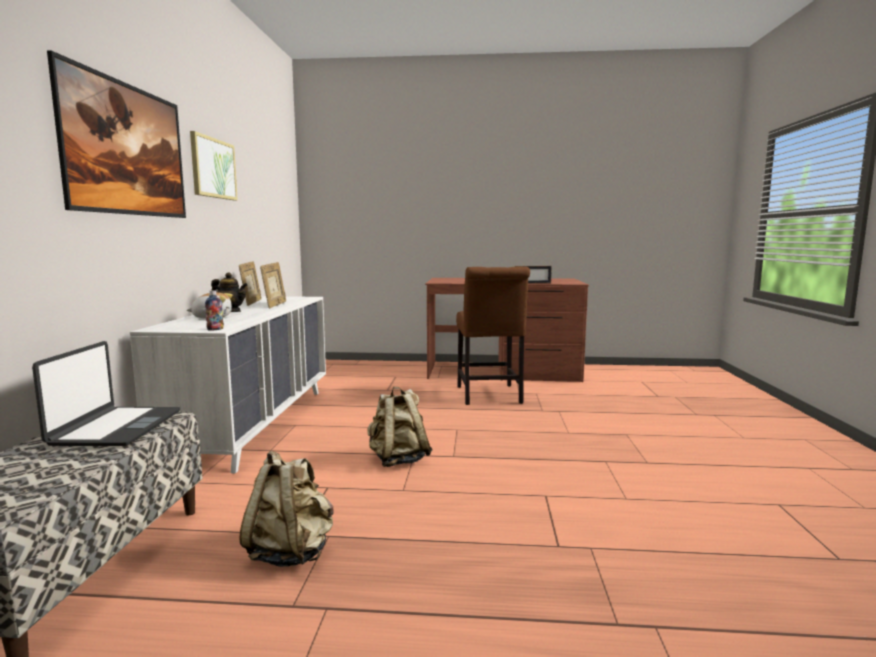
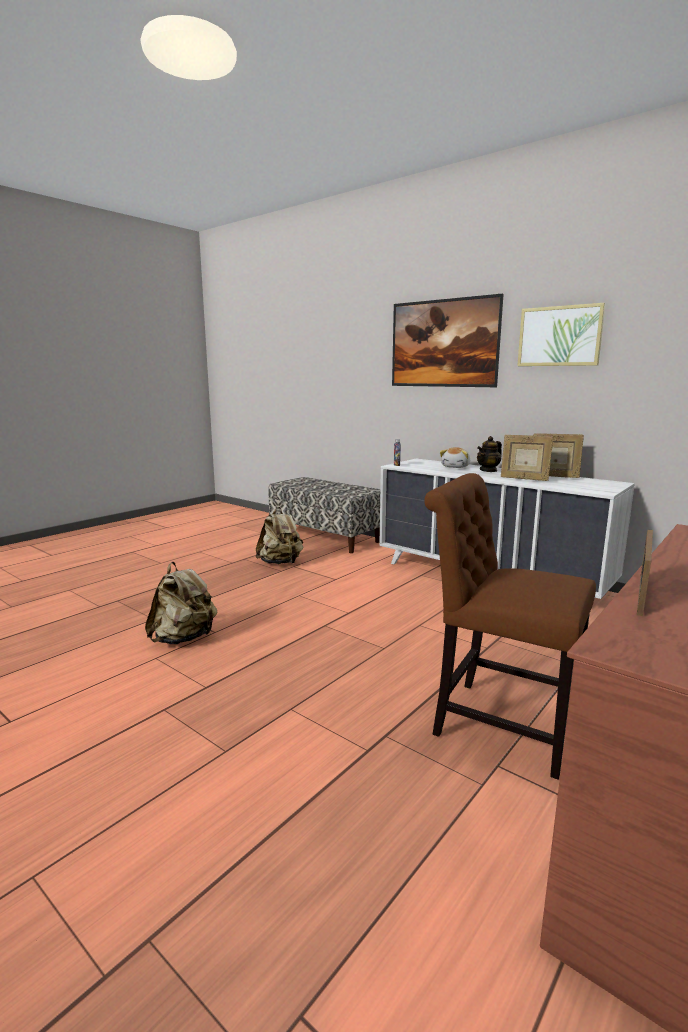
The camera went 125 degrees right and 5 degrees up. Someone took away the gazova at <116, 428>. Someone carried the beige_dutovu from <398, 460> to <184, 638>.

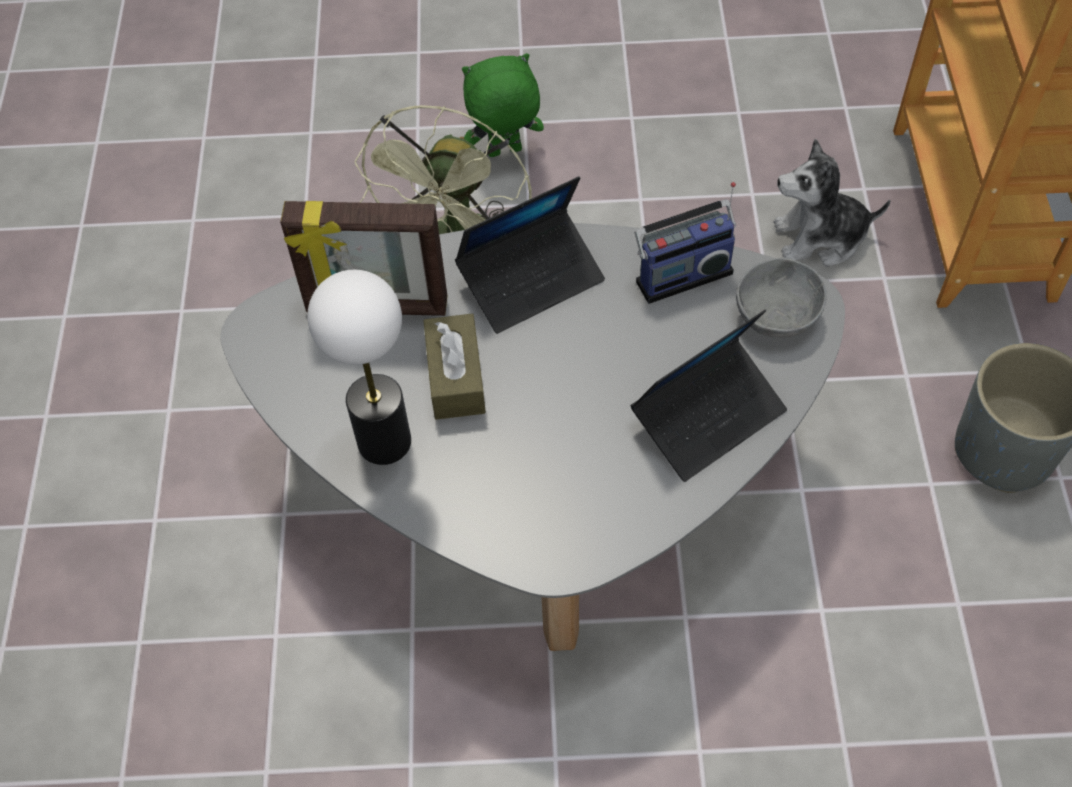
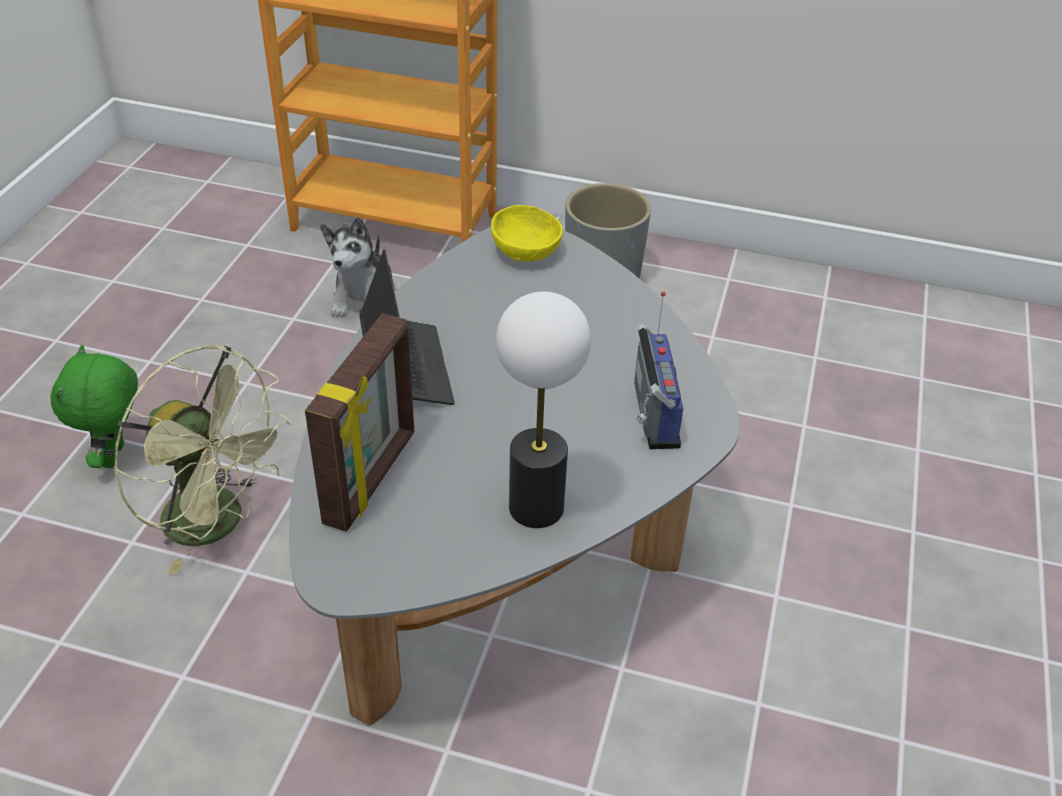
The camera went 75 degrees left and 15 degrees down. Someone took away the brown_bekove at <455, 377>. Someone took away the gazova at <708, 416>. Someone carried the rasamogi from <681, 274> to <651, 416>. Someone repainted the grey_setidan at <778, 316>, which became the yellow_setidan at <527, 251>.

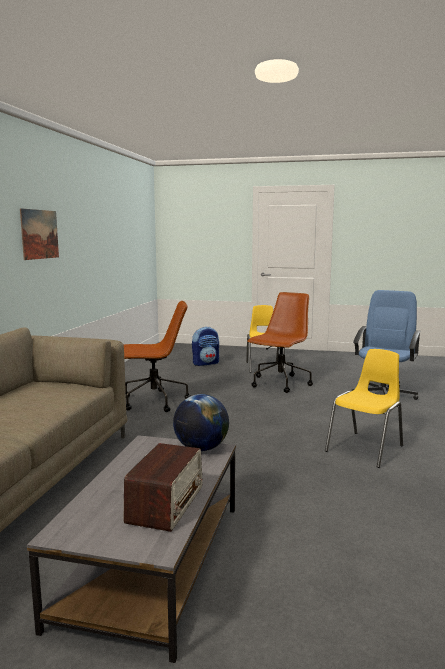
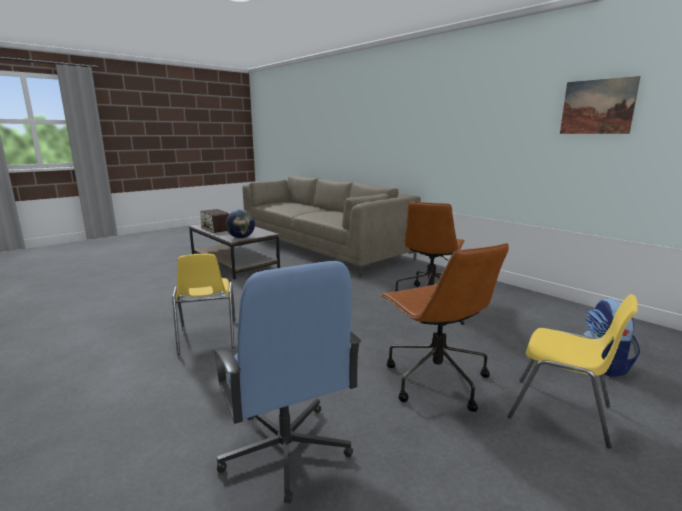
The camera went 125 degrees right and 5 degrees up. Someone carried the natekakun from <39, 234> to <597, 107>.

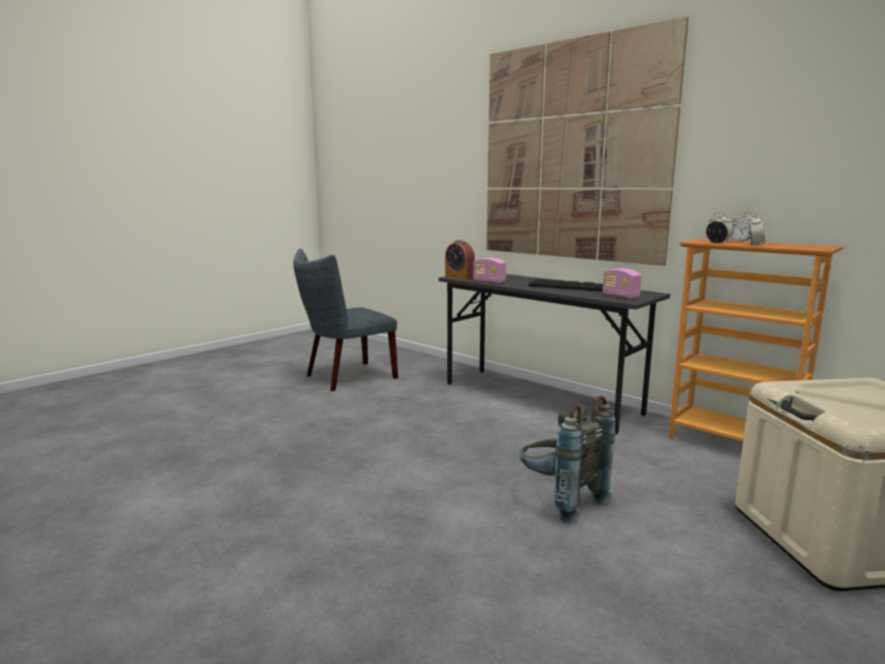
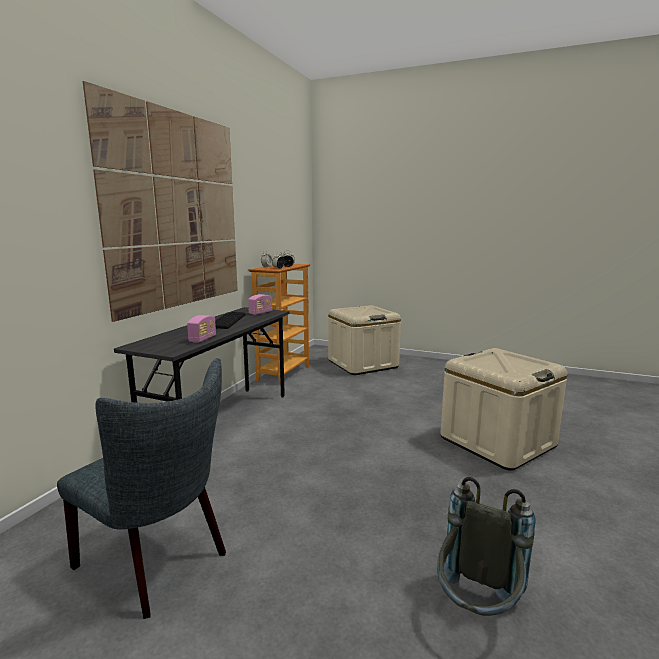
The camera went 110 degrees left and 0 degrees up. Someone took away the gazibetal at <459, 277>. Someone put down the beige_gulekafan at <497, 441>. Someone carried the grey_dutovu from <560, 500> to <476, 610>.

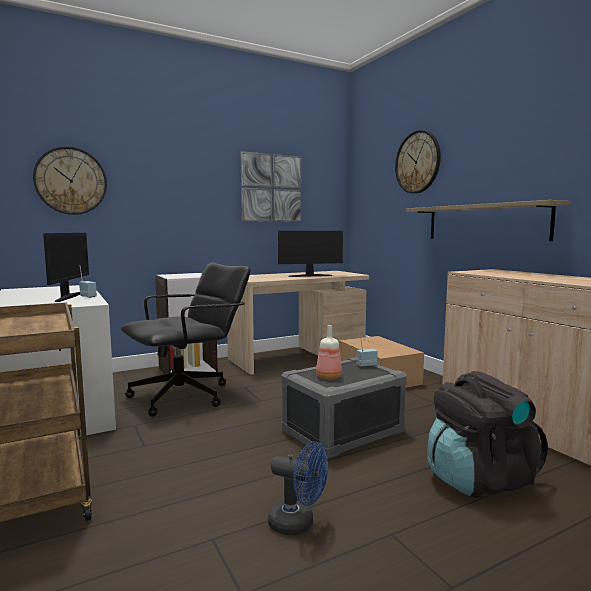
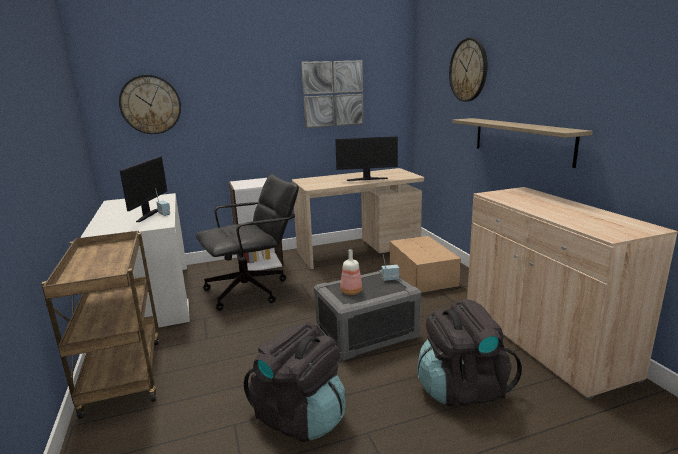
The camera went 10 degrees right and 10 degrees up. Someone swapped the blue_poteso at <298, 523> for the black_dutovu at <300, 417>.

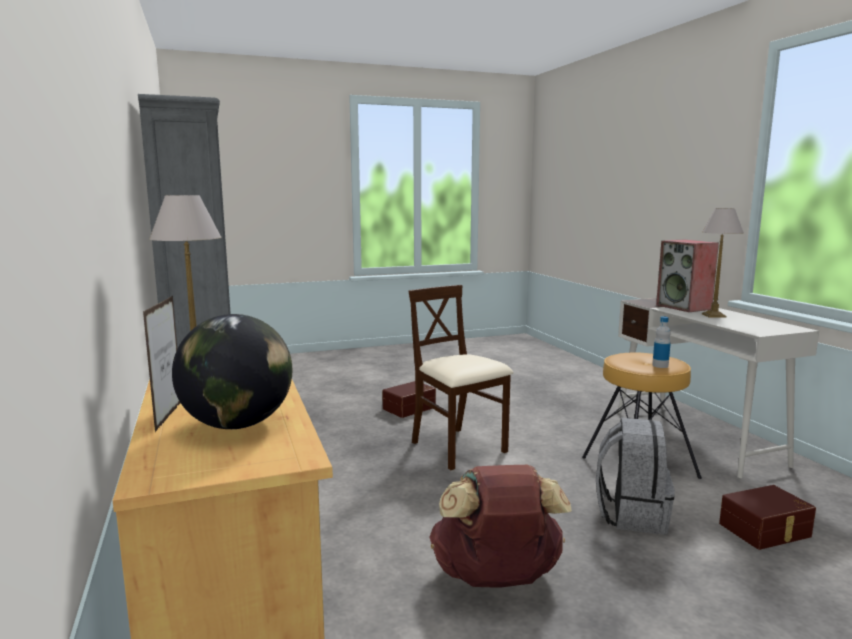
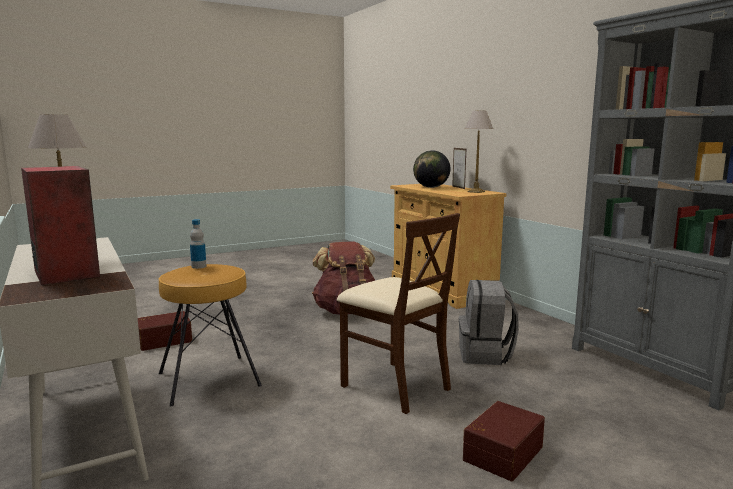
The camera went 170 degrees right and 0 degrees up. Someone carried the grey_dutovu from <631, 514> to <485, 355>.

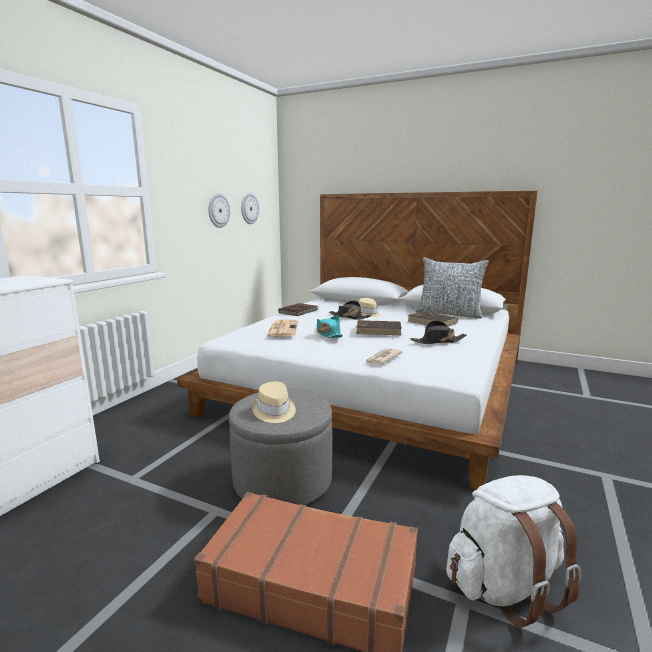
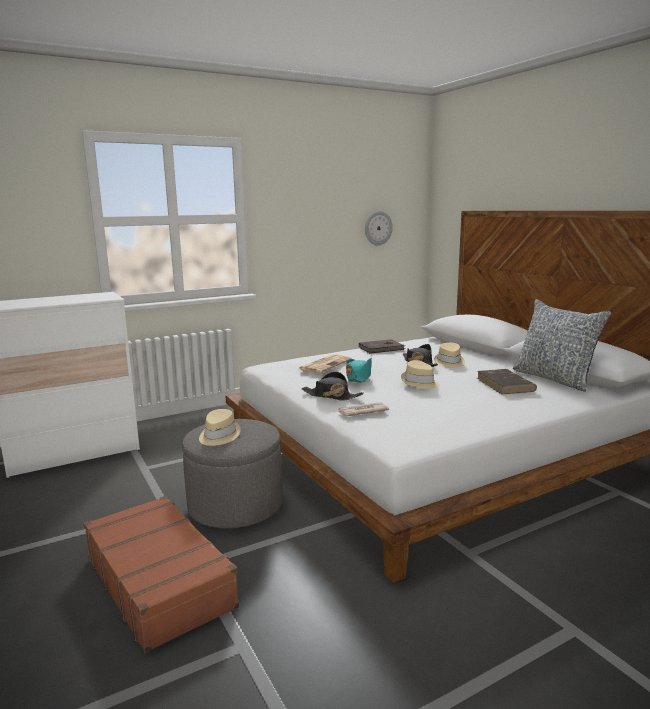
The camera went 35 degrees right and 0 degrees up. Someone took away the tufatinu at <218, 210>. Someone took away the white_dutovu at <505, 586>. Someone carried the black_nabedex from <438, 341> to <331, 396>. Someone swapped the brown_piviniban at <379, 330> for the beige_nabedex at <419, 383>.

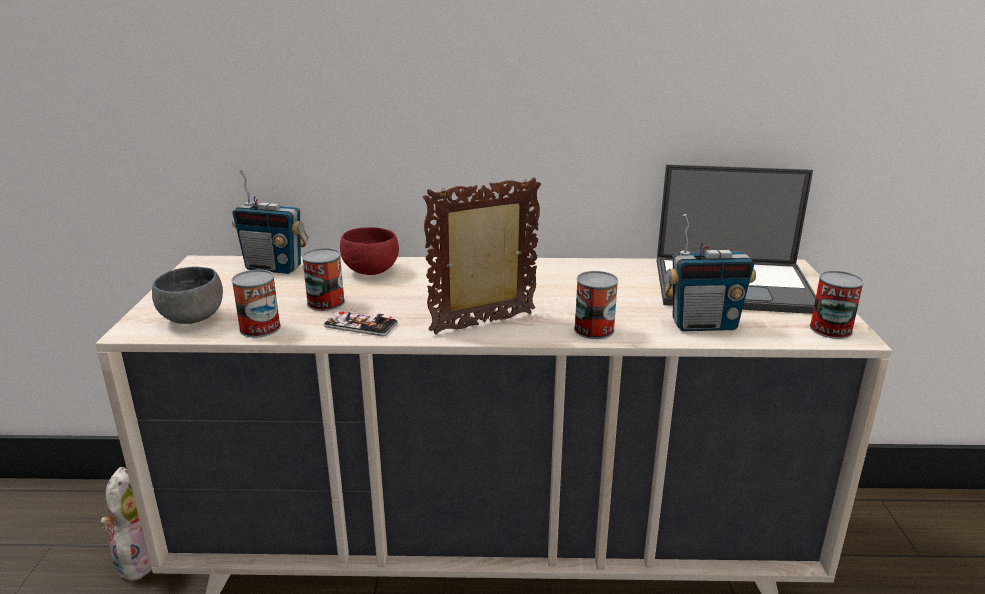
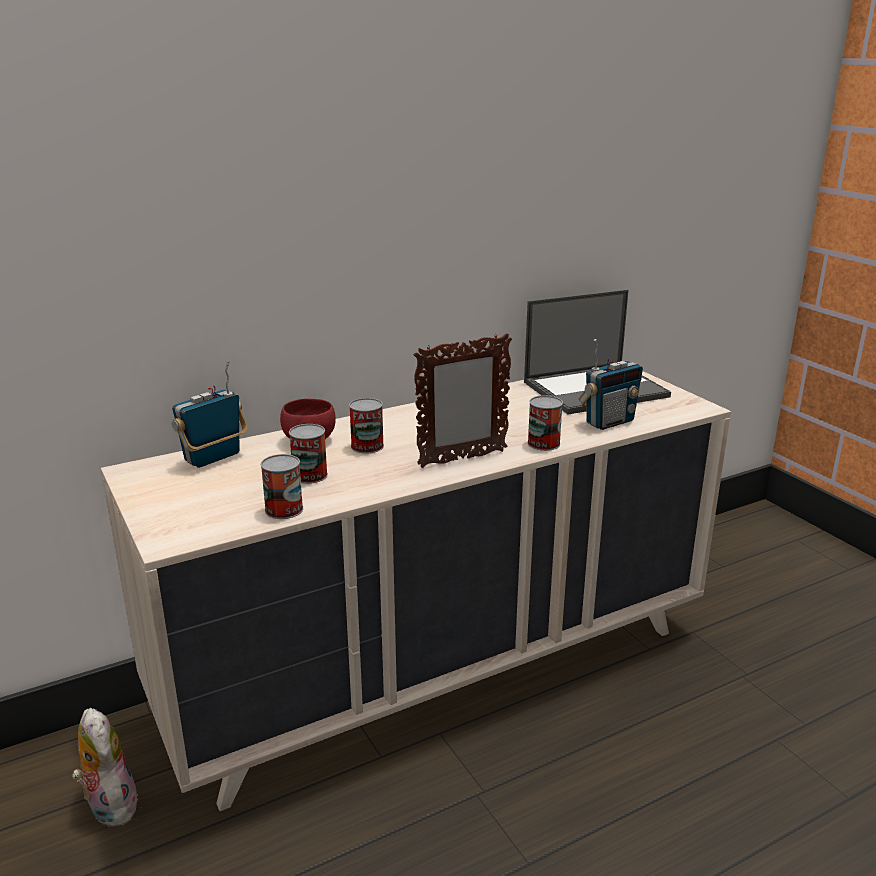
The camera went 30 degrees left and 0 degrees up. Someone took away the grey_setidan at <191, 319>. Someone took away the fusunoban at <361, 325>. Someone carried the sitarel from <830, 329> to <367, 446>. Someone rotated the rasamogi at <274, 267> by 150 degrees clockwise. Someone rotated the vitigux at <484, 324> by 150 degrees counterclockwise.

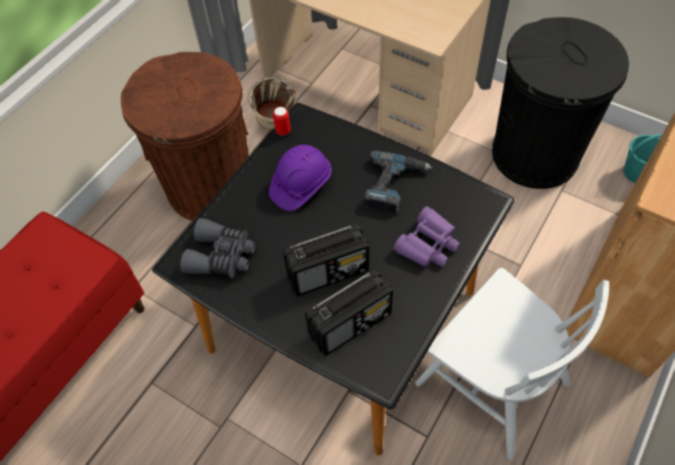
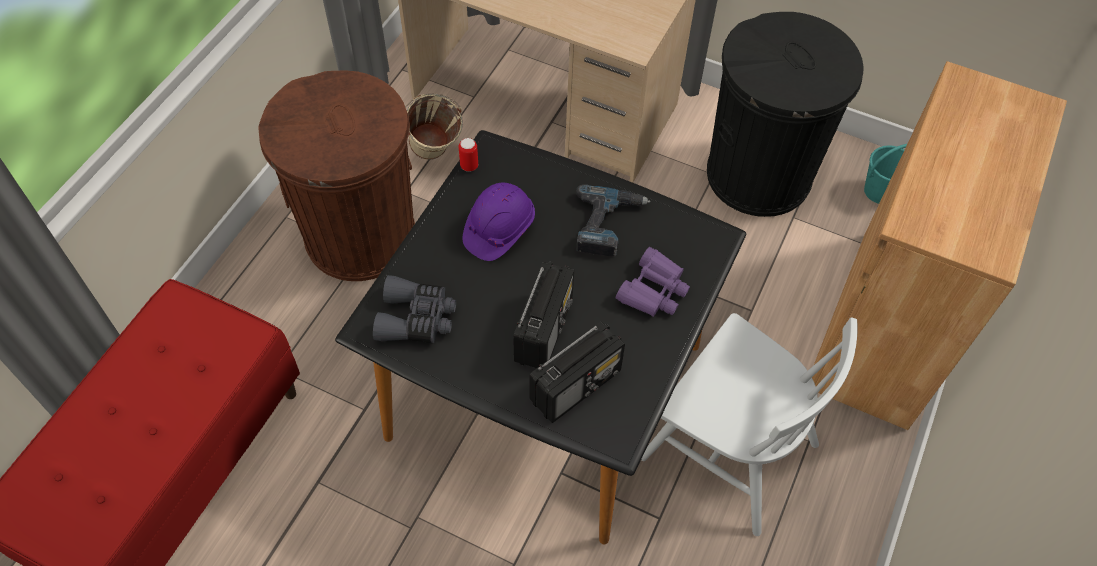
The camera went 10 degrees left and 0 degrees up. Someone rotated the rasamogi at <328, 272> by 45 degrees counterclockwise.

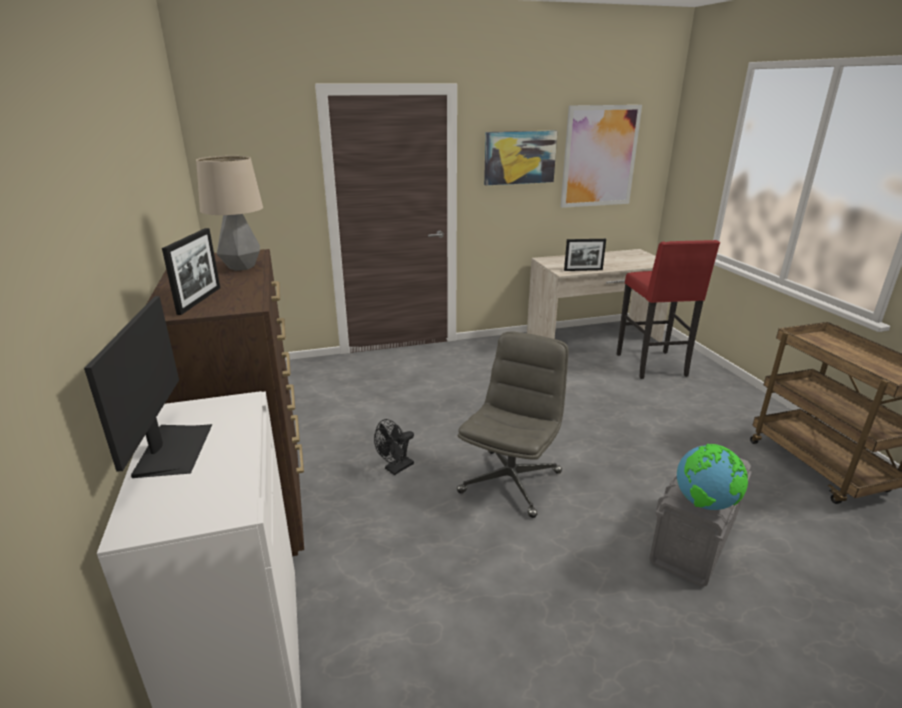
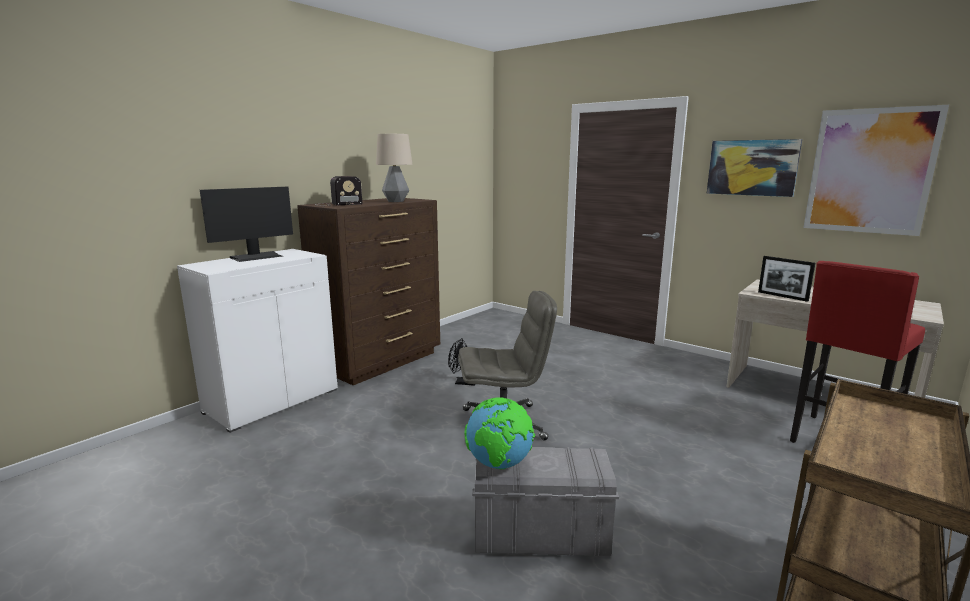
The camera went 55 degrees right and 10 degrees down. Someone swapped the vitigux at <199, 300> for the rasamogi at <336, 204>.

